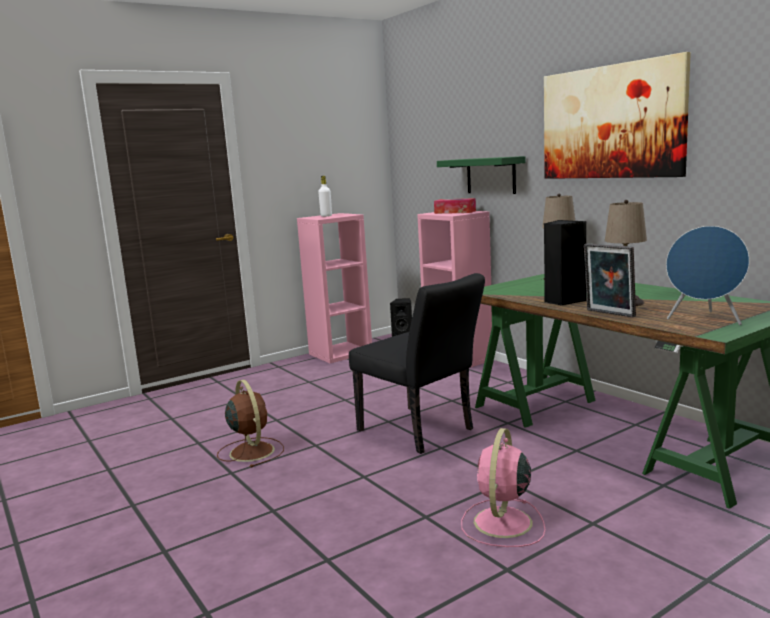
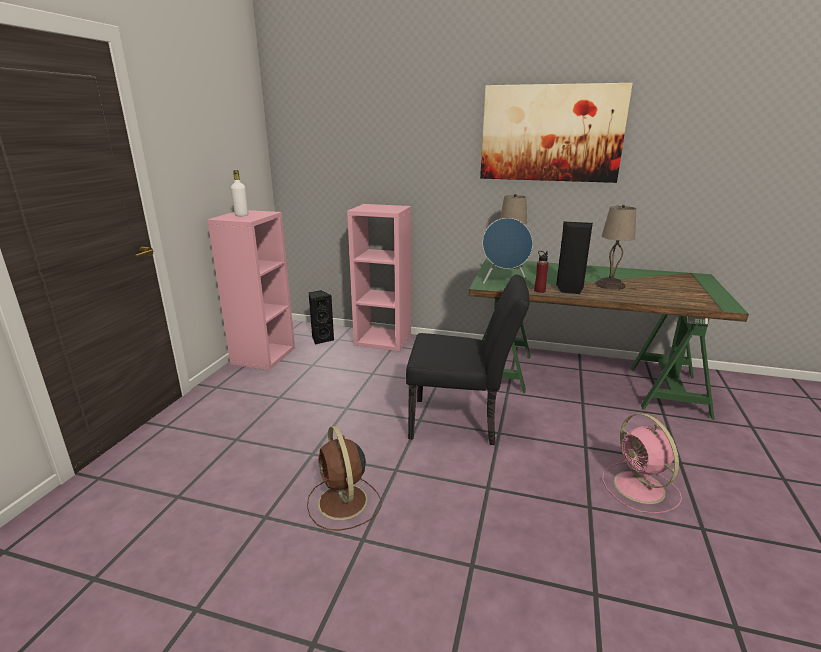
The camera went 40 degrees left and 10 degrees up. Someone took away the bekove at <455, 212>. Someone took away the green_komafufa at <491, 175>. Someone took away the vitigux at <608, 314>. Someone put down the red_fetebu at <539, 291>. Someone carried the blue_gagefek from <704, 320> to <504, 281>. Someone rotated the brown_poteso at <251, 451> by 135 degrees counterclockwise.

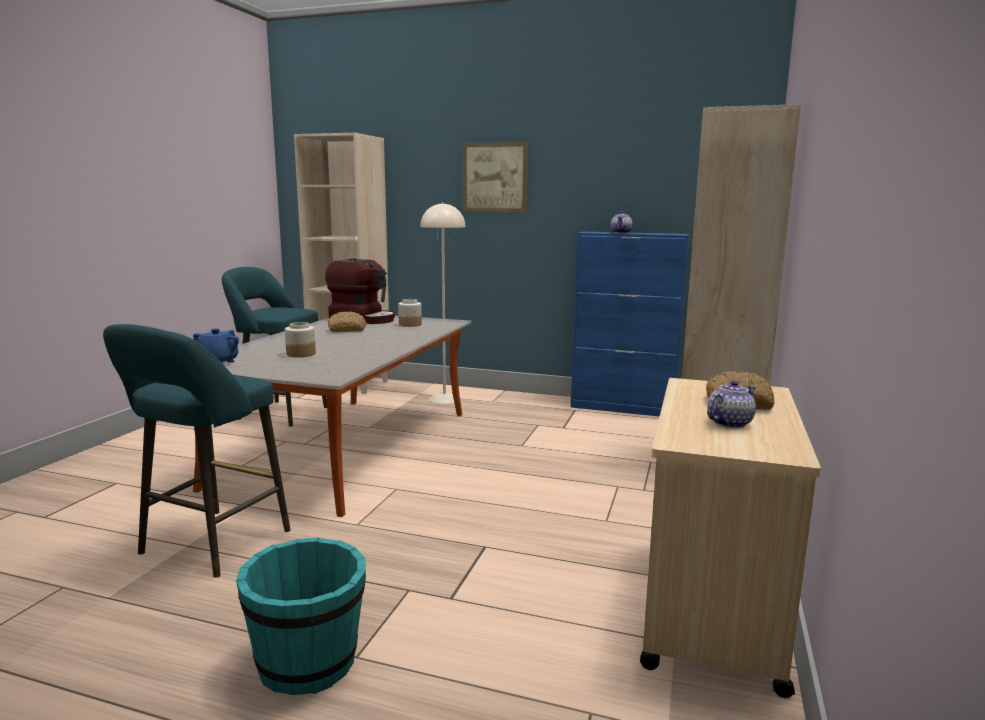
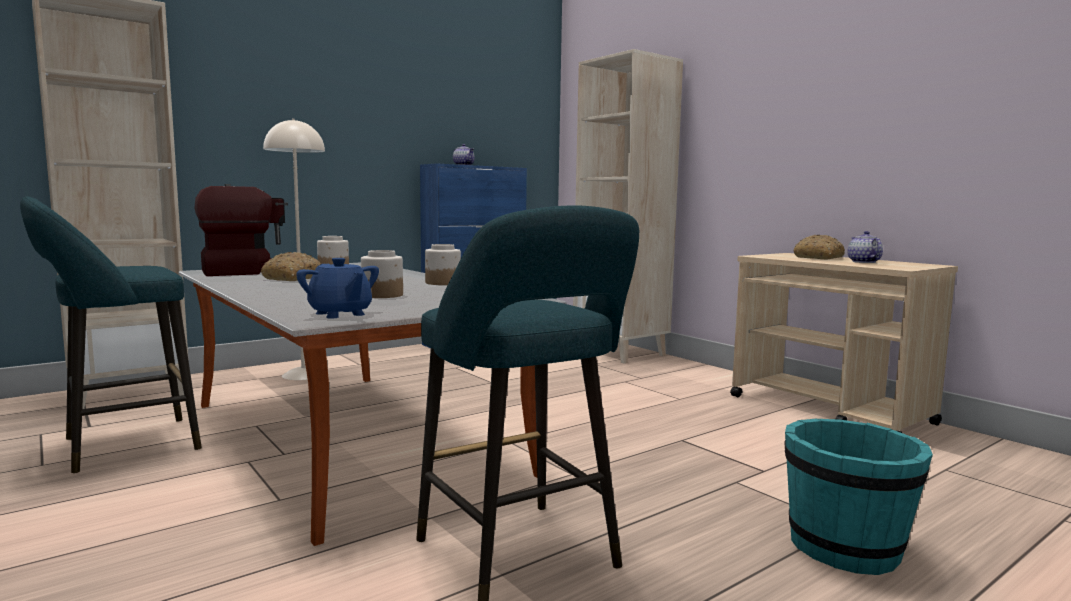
The camera went 55 degrees left and 5 degrees down. Someone took away the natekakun at <495, 177>. Someone put down the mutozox at <442, 283>.

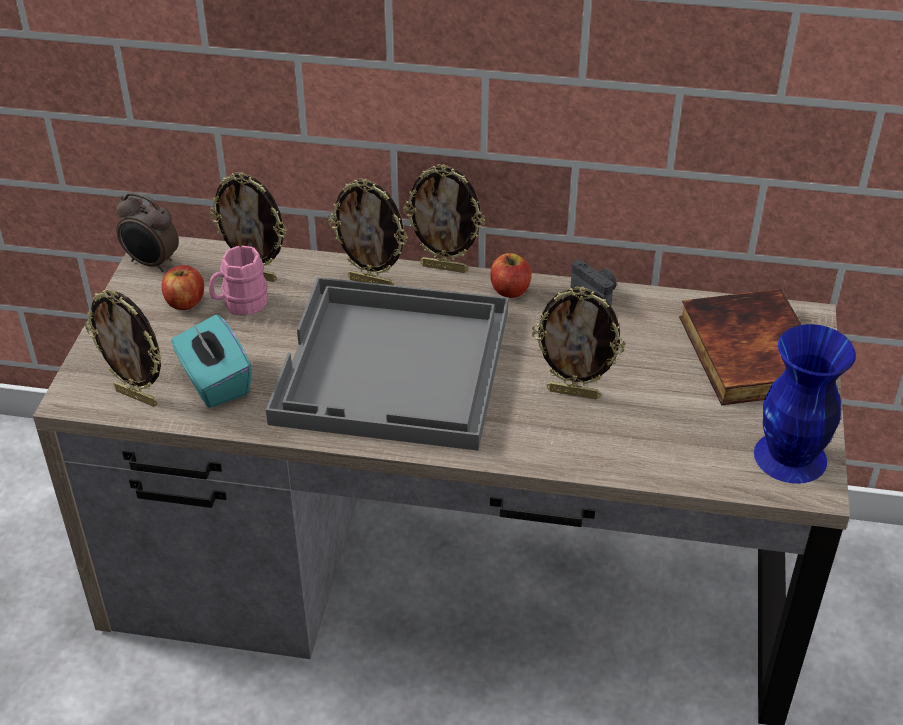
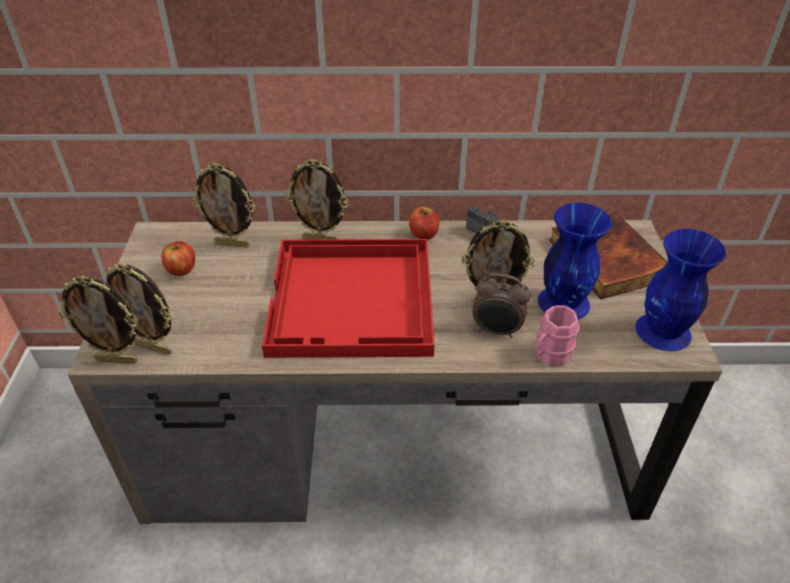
The camera went 10 degrees left and 0 degrees up. Someone took away the turquoise_bekove at <214, 382>. Someone put down the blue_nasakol at <563, 302>. Someone carried the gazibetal from <152, 263> to <497, 331>. Someone carried the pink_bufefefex from <240, 304> to <549, 355>. Someone carried the vitigux from <444, 267> to <117, 360>. Someone repainted the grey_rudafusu at <395, 368>, which became the red_rudafusu at <353, 300>.

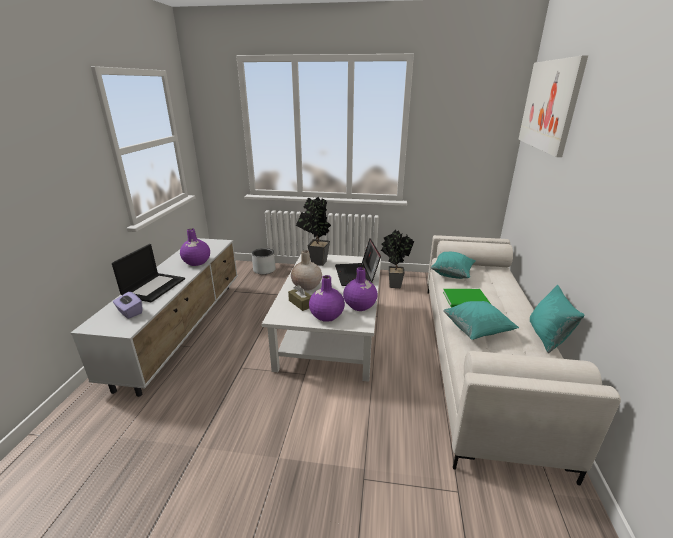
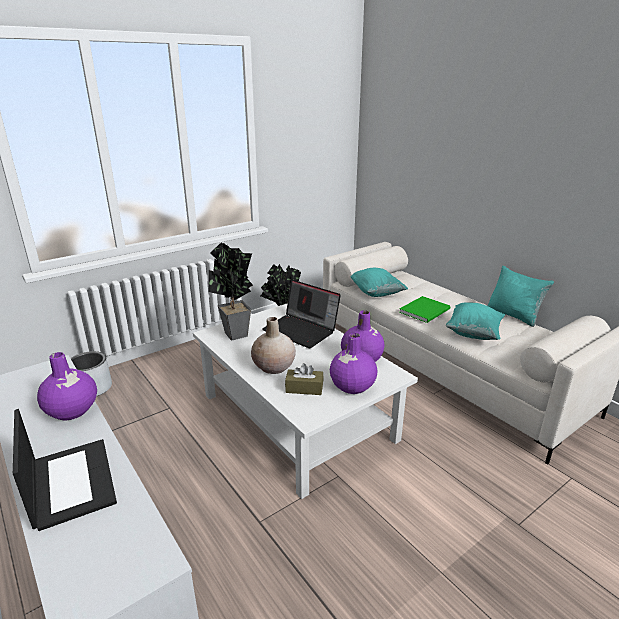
The camera went 45 degrees left and 0 degrees up. Someone took away the purple_bekove at <130, 312>. Someone took away the natekakun at <549, 105>.

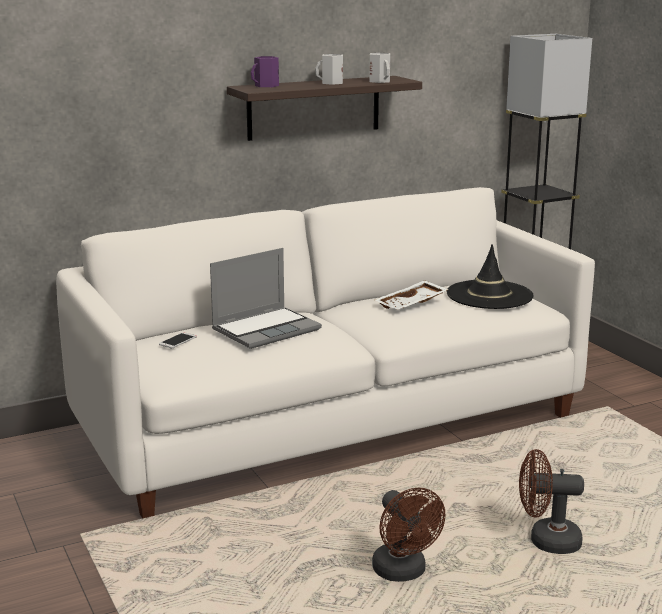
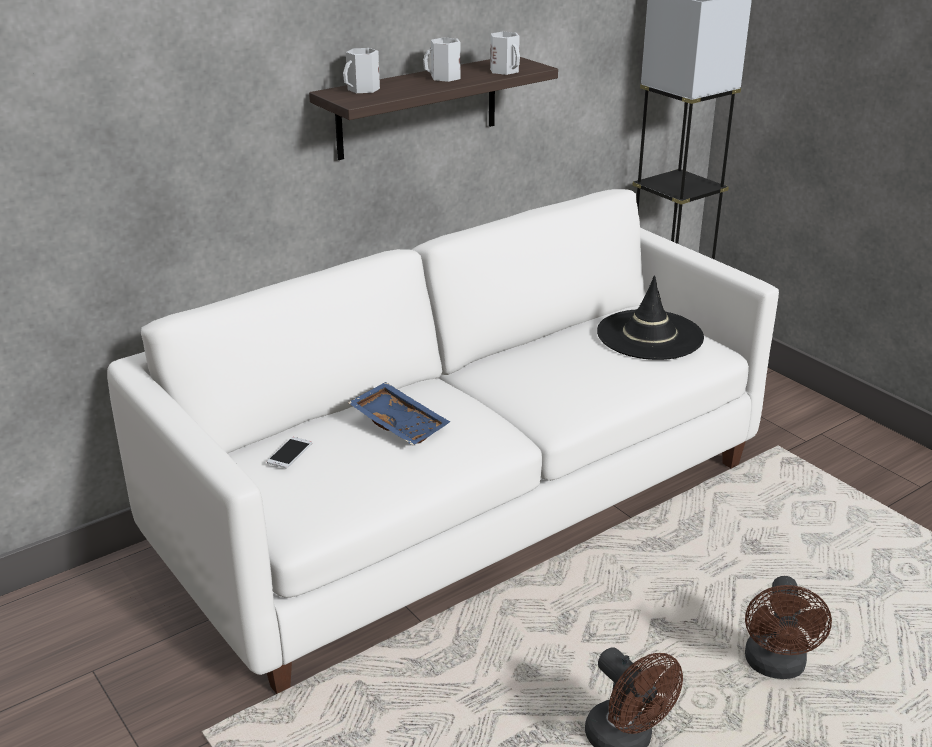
The camera went 10 degrees left and 10 degrees up. Someone took away the white_rudafusu at <412, 304>. Someone swapped the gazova at <266, 329> for the blue_rudafusu at <400, 423>. Someone repainted the purple_bufefefex at <266, 86>, which became the white_bufefefex at <363, 89>. Someone rotated the brown_poteso at <546, 541> by 75 degrees counterclockwise.

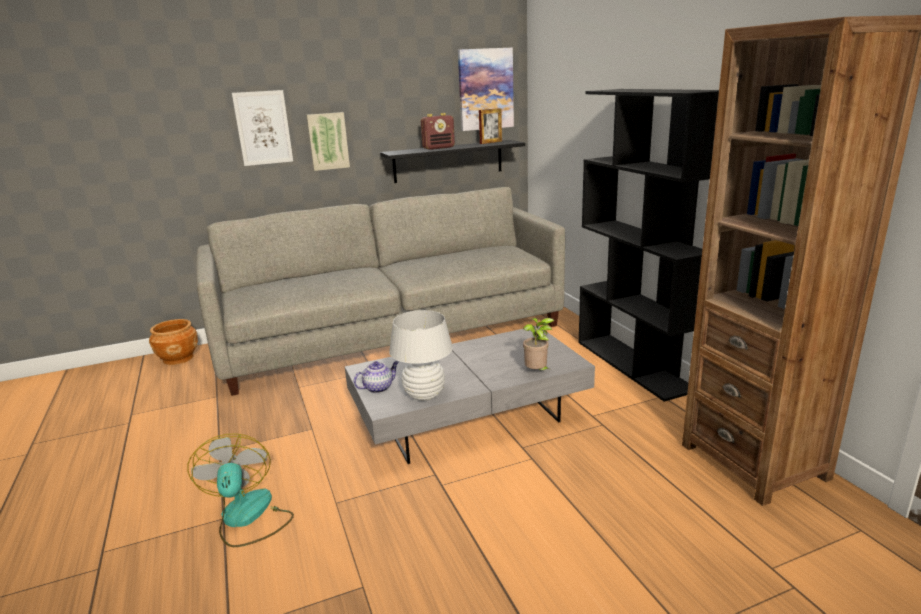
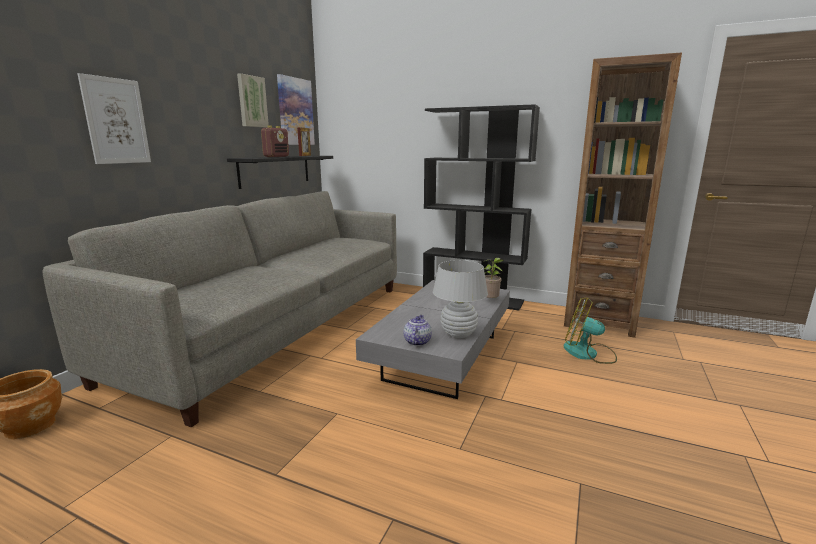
The camera went 45 degrees left and 5 degrees down. Someone carried the poteso from <247, 518> to <588, 353>. Someone carried the natekakun from <328, 141> to <251, 101>.

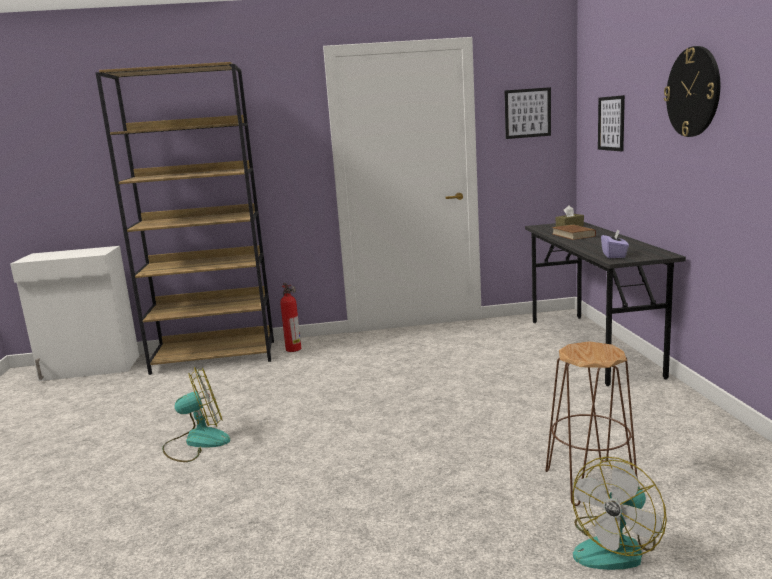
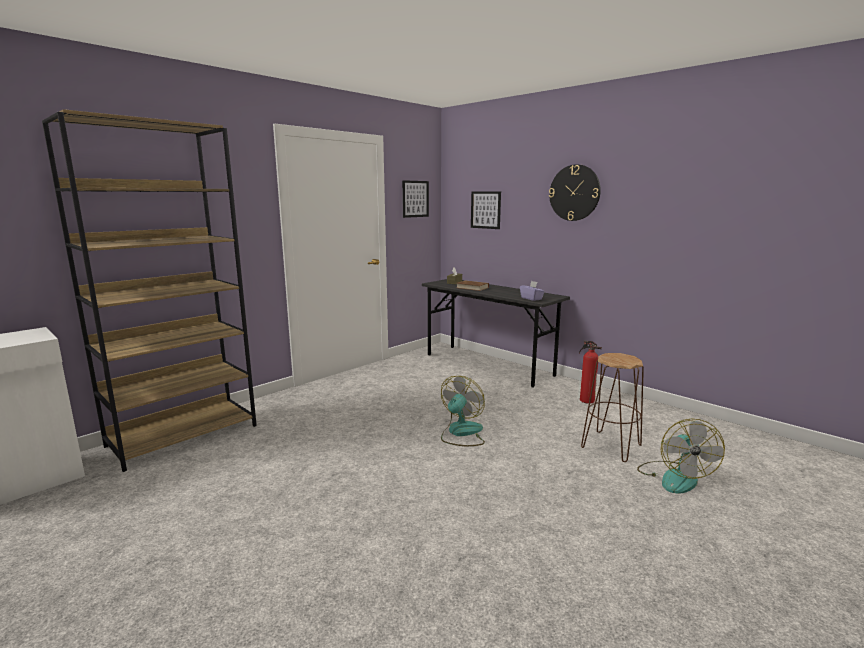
The camera went 40 degrees left and 0 degrees up. Someone carried the poteso from <196, 442> to <461, 433>. Someone carried the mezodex from <293, 348> to <586, 400>.

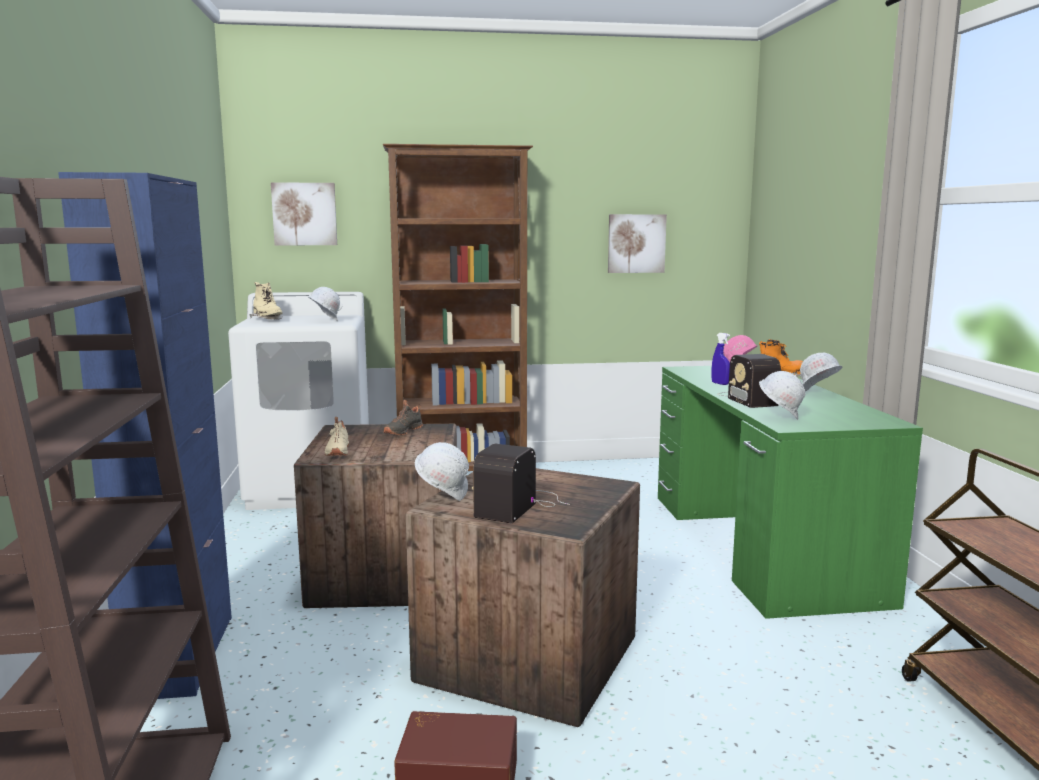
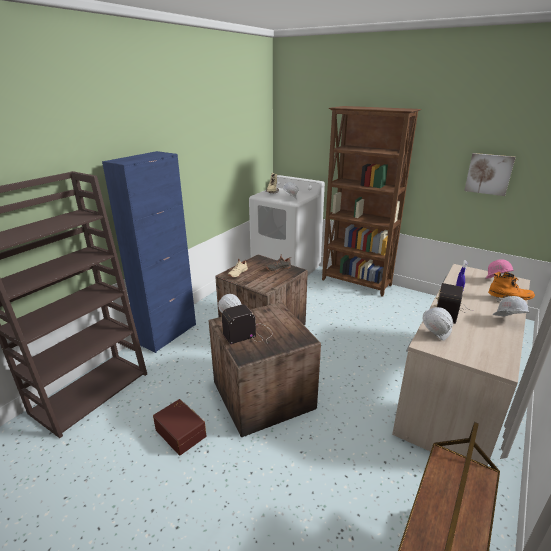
The camera went 40 degrees right and 15 degrees up. Someone took away the natekakun at <304, 214>. Someone repainted the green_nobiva at <758, 545>, which became the beige_nobiva at <454, 389>.

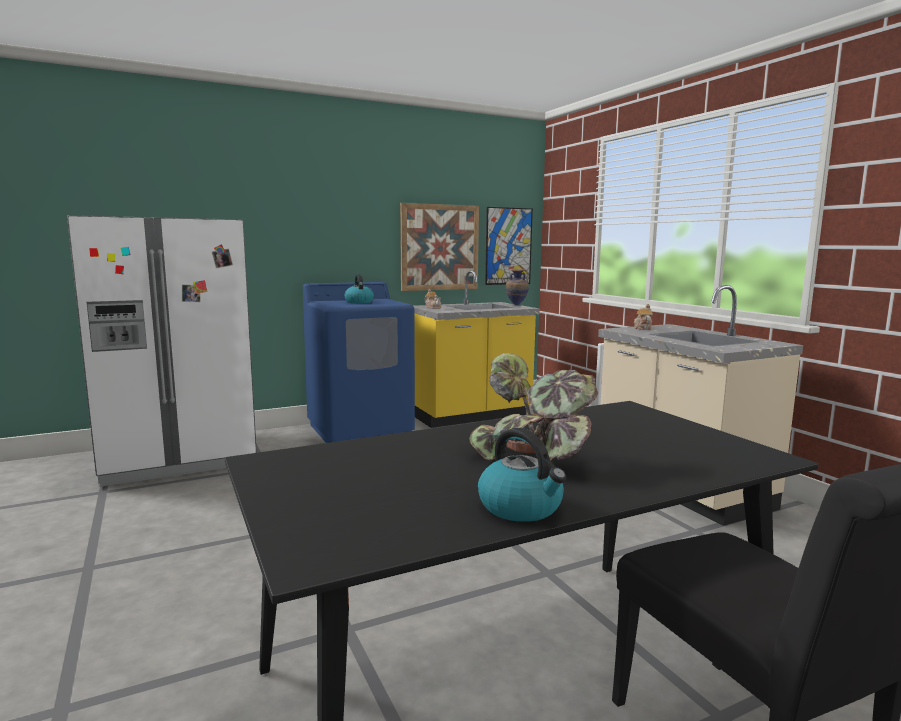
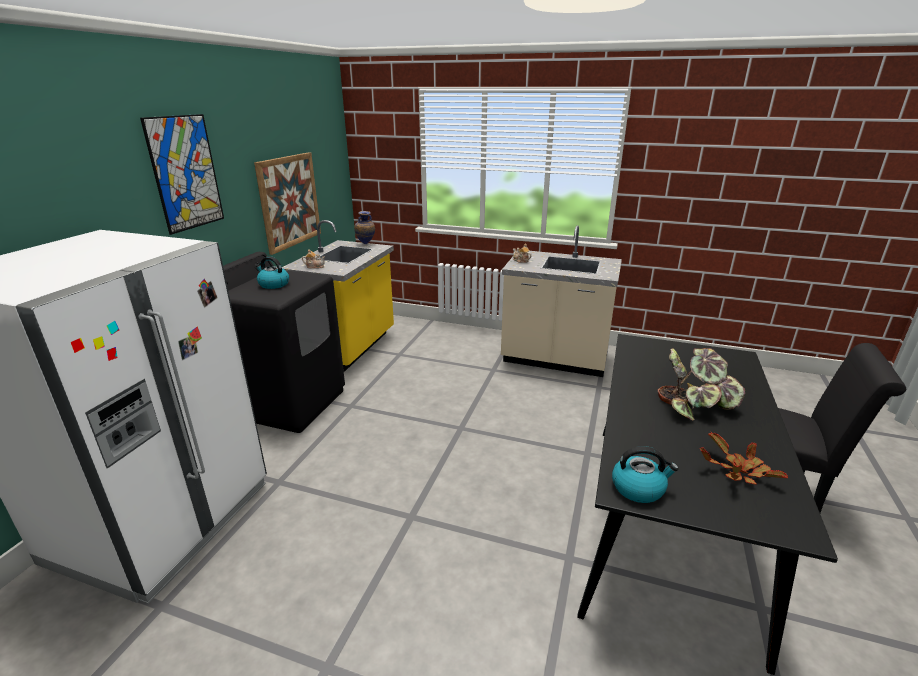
The camera went 45 degrees left and 15 degrees up. Someone put down the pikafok at <738, 472>. Someone carried the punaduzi from <521, 507> to <638, 488>. Someone carried the natekakun from <508, 246> to <185, 173>. Someone repainted the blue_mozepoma at <360, 430>, which became the black_mozepoma at <289, 402>.

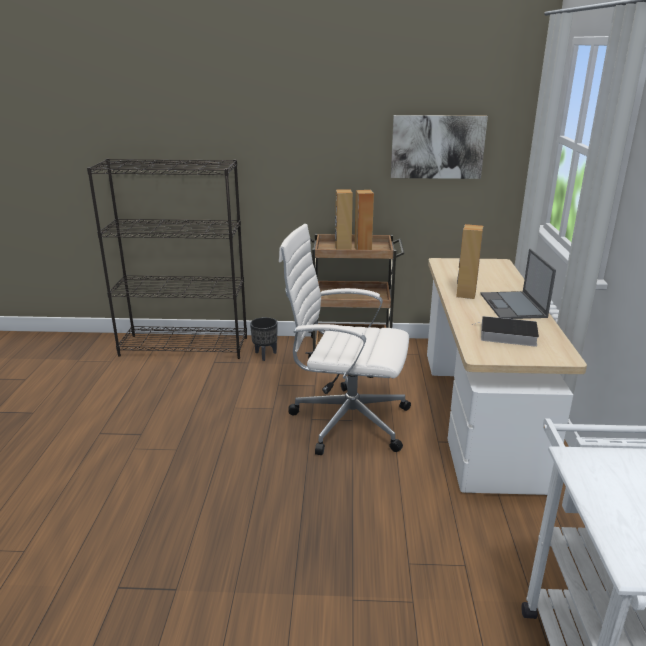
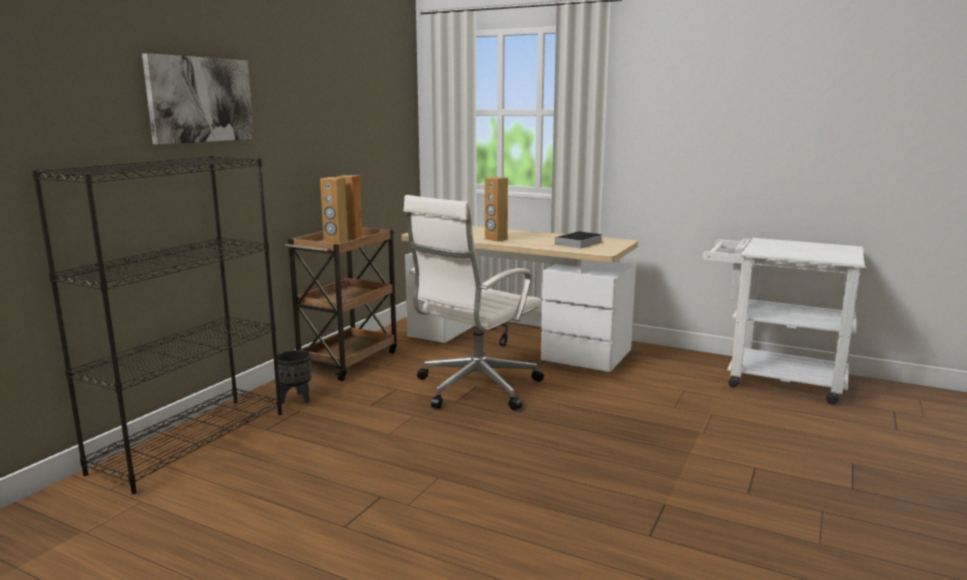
The camera went 65 degrees left and 10 degrees down. Someone took away the gazova at <513, 306>. Someone carried the natekakun from <437, 147> to <200, 100>.

